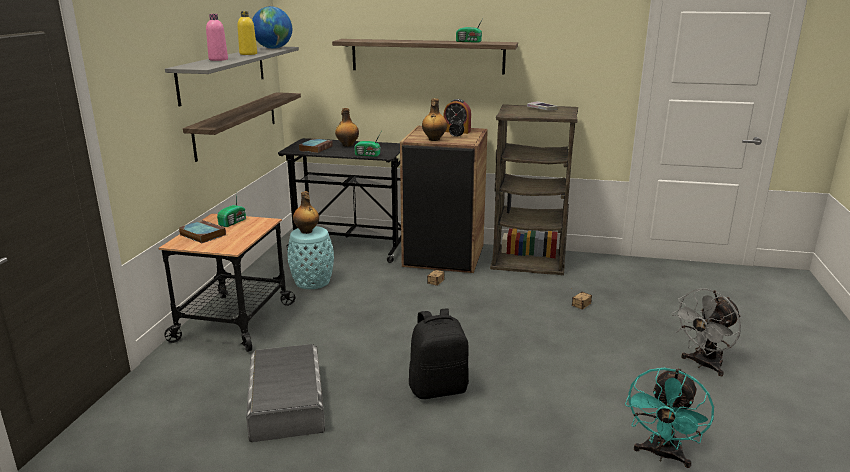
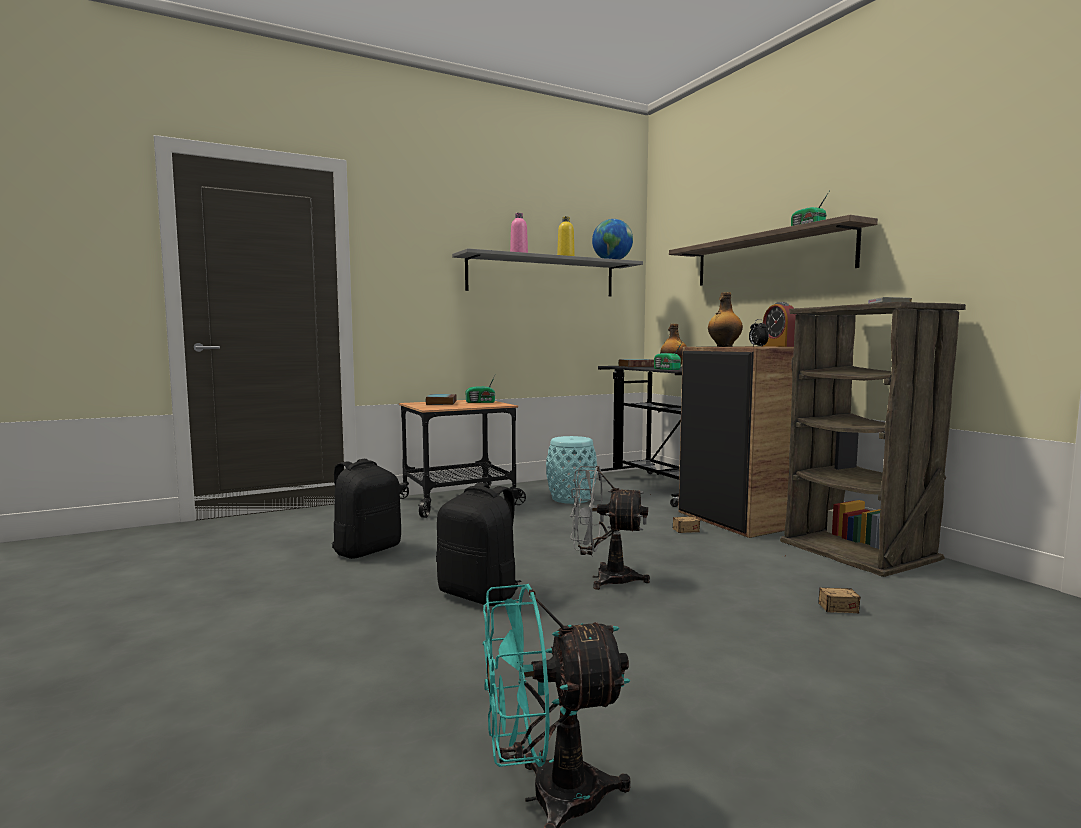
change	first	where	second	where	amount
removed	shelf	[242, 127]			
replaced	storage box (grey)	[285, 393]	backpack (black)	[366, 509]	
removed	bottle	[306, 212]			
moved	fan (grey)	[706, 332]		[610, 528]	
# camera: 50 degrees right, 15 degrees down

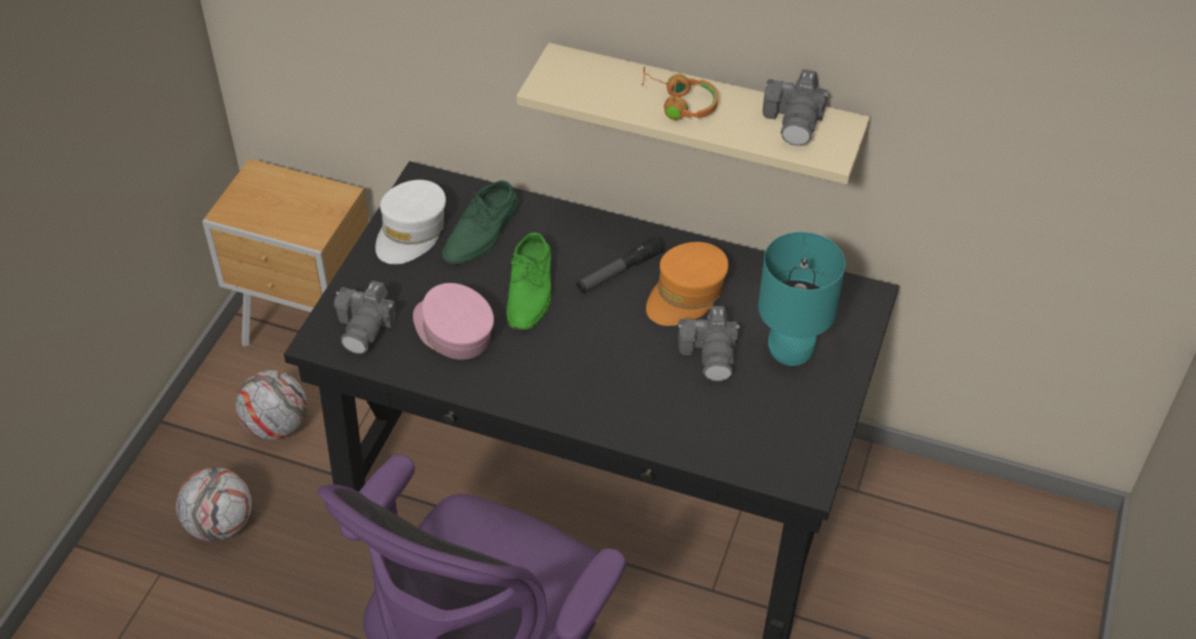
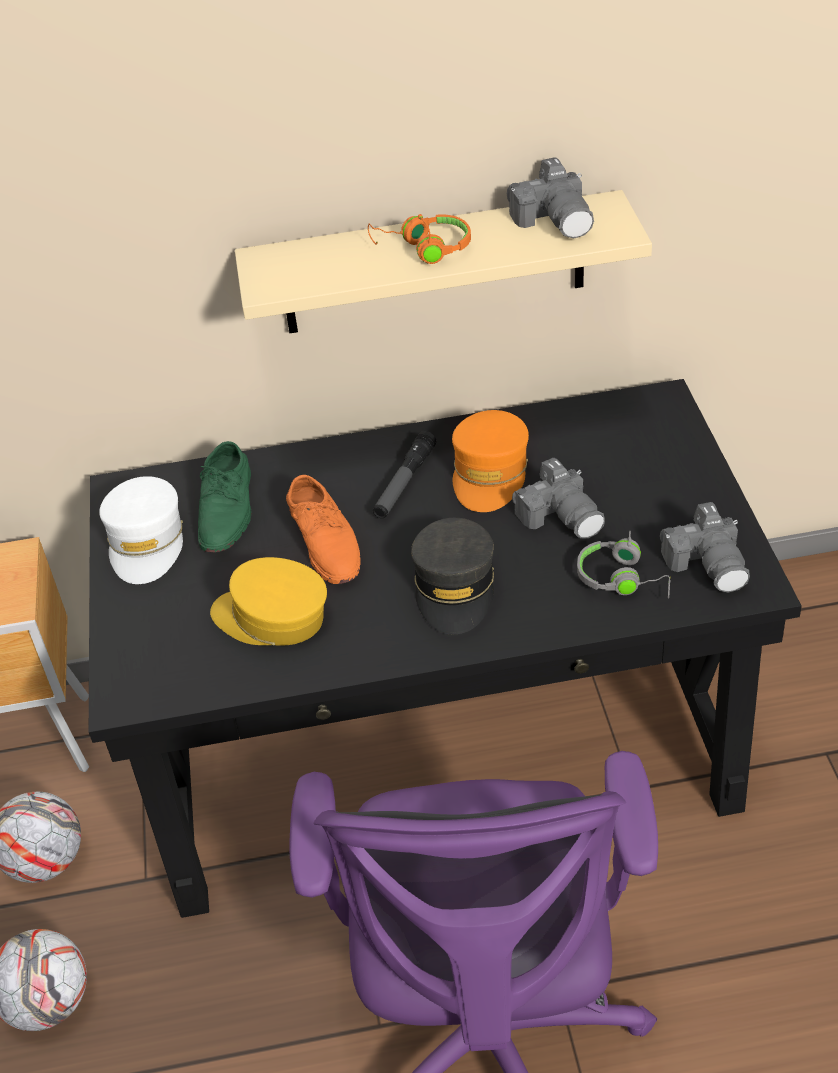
change	first	where	second	where	amount
moved	photo camera	[365, 317]		[705, 547]	
recoloured	cap (pink)	[453, 321]	cap (yellow)	[268, 601]	
recoloured	shoe (green)	[529, 281]	shoe (orange)	[323, 529]	
removed	table lamp (turquoise)	[801, 299]			
added			cap (grey)	[452, 576]	
added			headphones (grey)	[623, 565]	
# camera: 25 degrees left, 5 degrees down

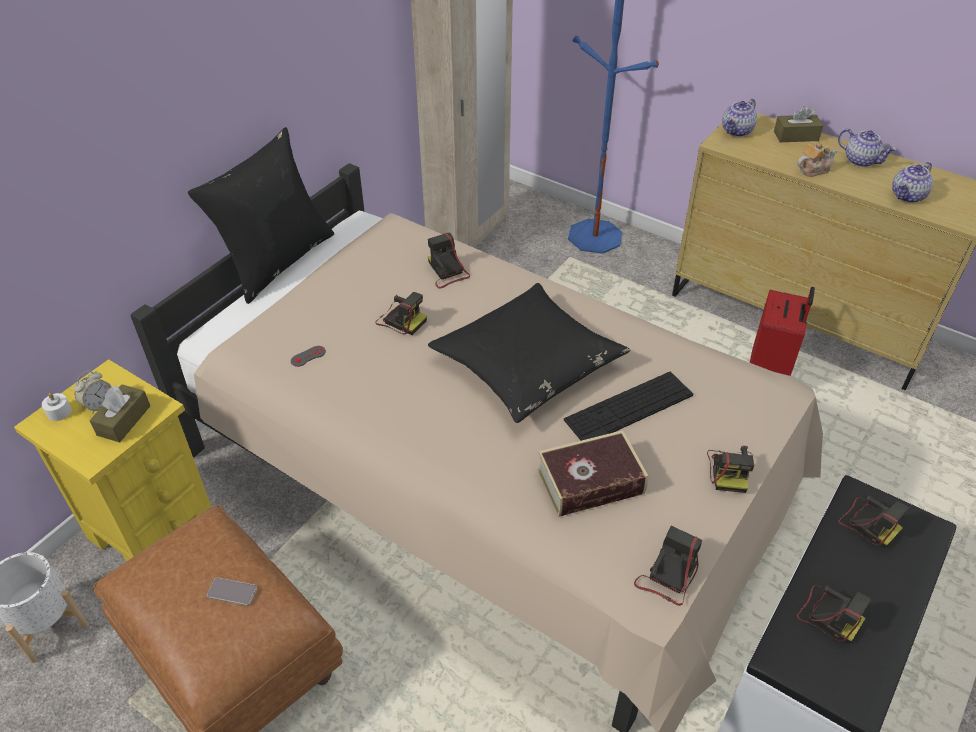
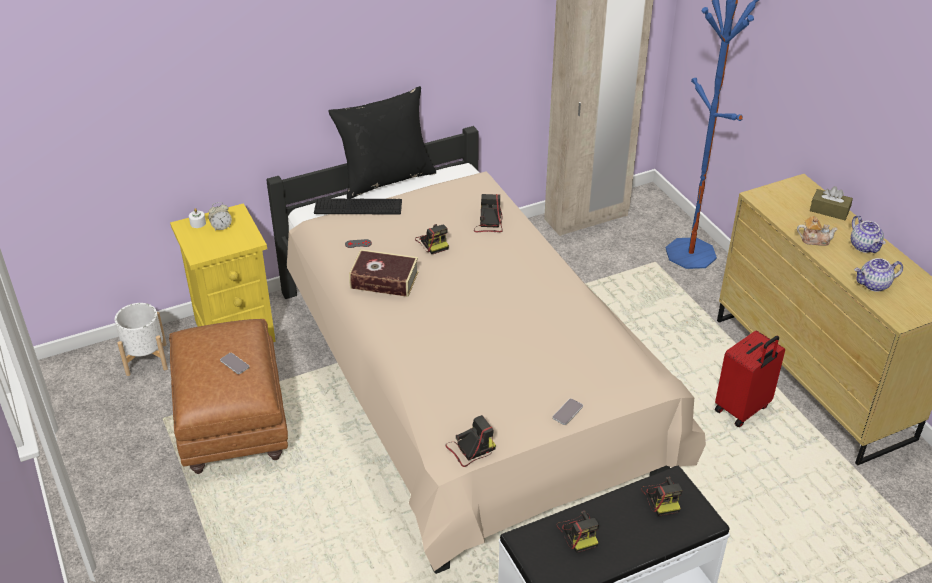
change	first	where	second	where	amount
removed	tissue box (brown)	[119, 413]			
removed	pillow (black)	[529, 353]			
moved	book	[592, 473]		[384, 273]	
moved	keyboard	[628, 406]		[358, 206]	
replaced	photo camera	[730, 469]	phone	[567, 412]	
removed	teapot	[739, 118]			
# camera: 30 degrees right, 5 degrees down

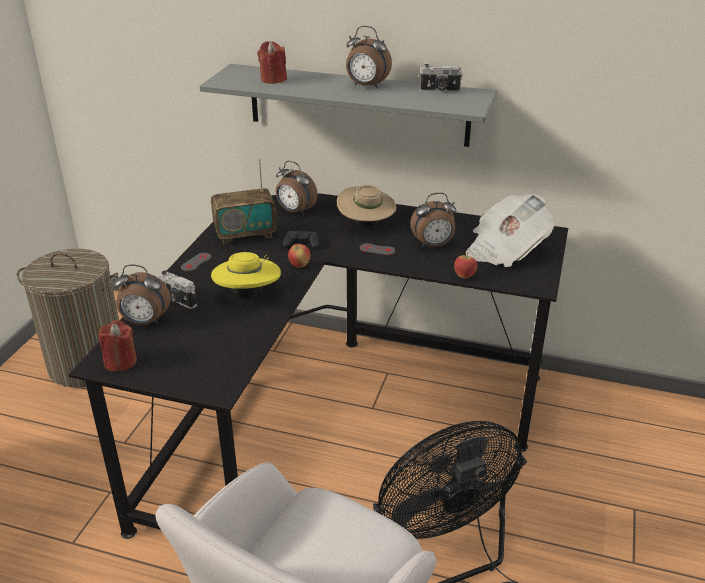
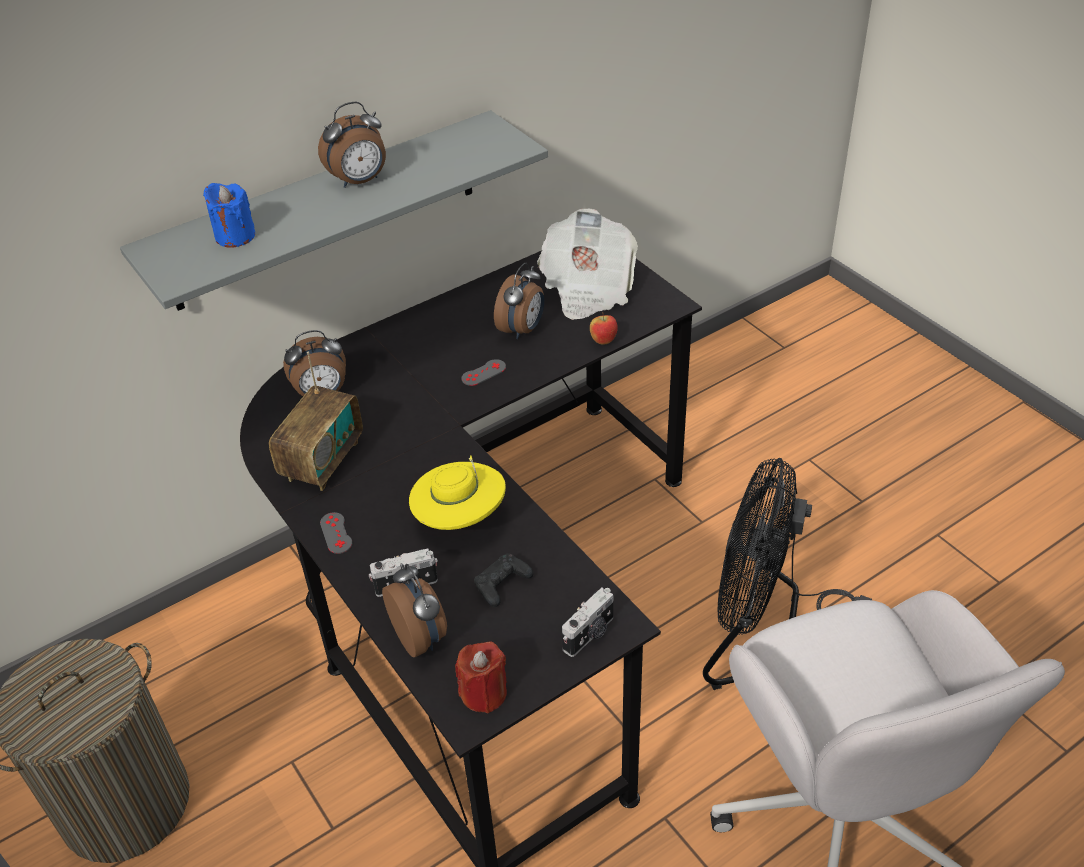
change	first	where	second	where	amount
turned	alarm clock	[141, 295]		[414, 610]	75 degrees counterclockwise
recoloured	candle (red)	[272, 62]	candle (blue)	[229, 215]	
moved	game controller (black)	[301, 240]		[504, 580]	
removed	apple	[299, 255]			
removed	hat (beige)	[367, 206]			
moved	photo camera	[441, 78]		[587, 622]	
# camera: 50 degrees left, 10 degrees up

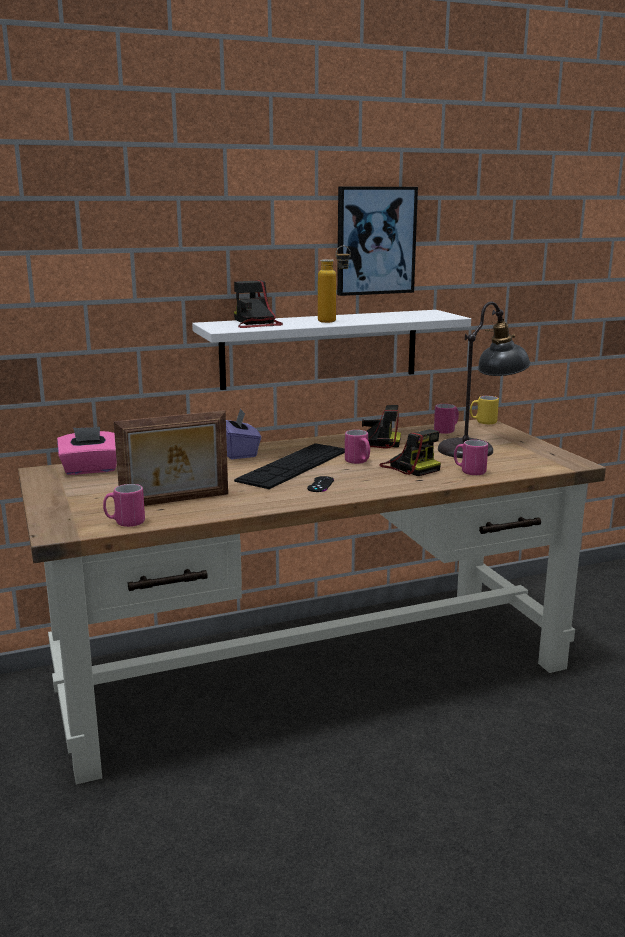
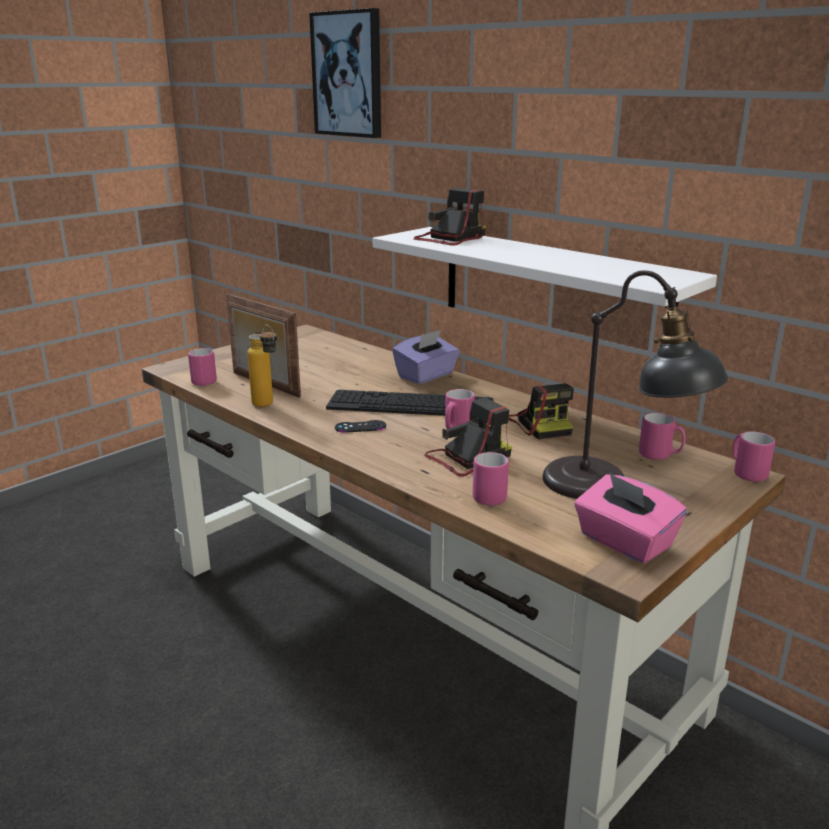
change	first	where	second	where	amount
moved	tissue box (pink)	[87, 451]		[630, 518]	
moved	bottle	[334, 284]		[262, 366]	
moved	picture	[377, 241]		[345, 73]	
turned	photo camera	[410, 452]		[468, 437]	150 degrees counterclockwise
recoloured	mug (yellow)	[484, 410]	mug (pink)	[754, 456]	
# camera: 65 degrees right, 5 degrees up

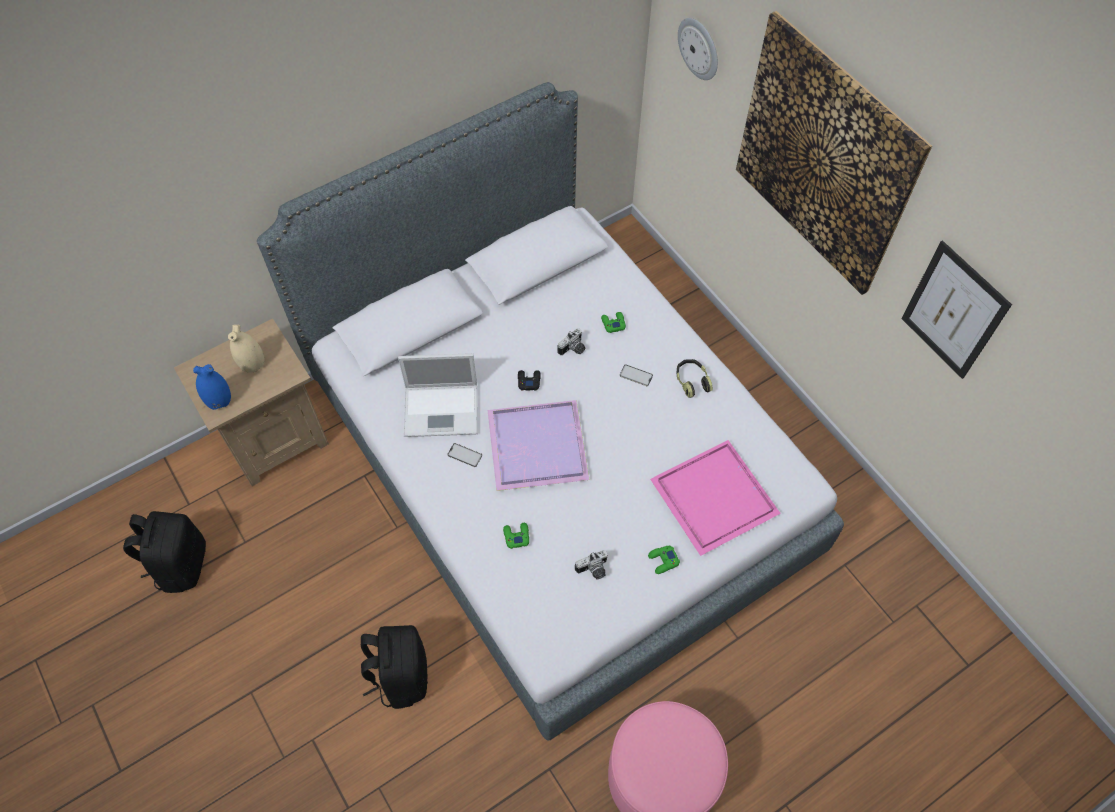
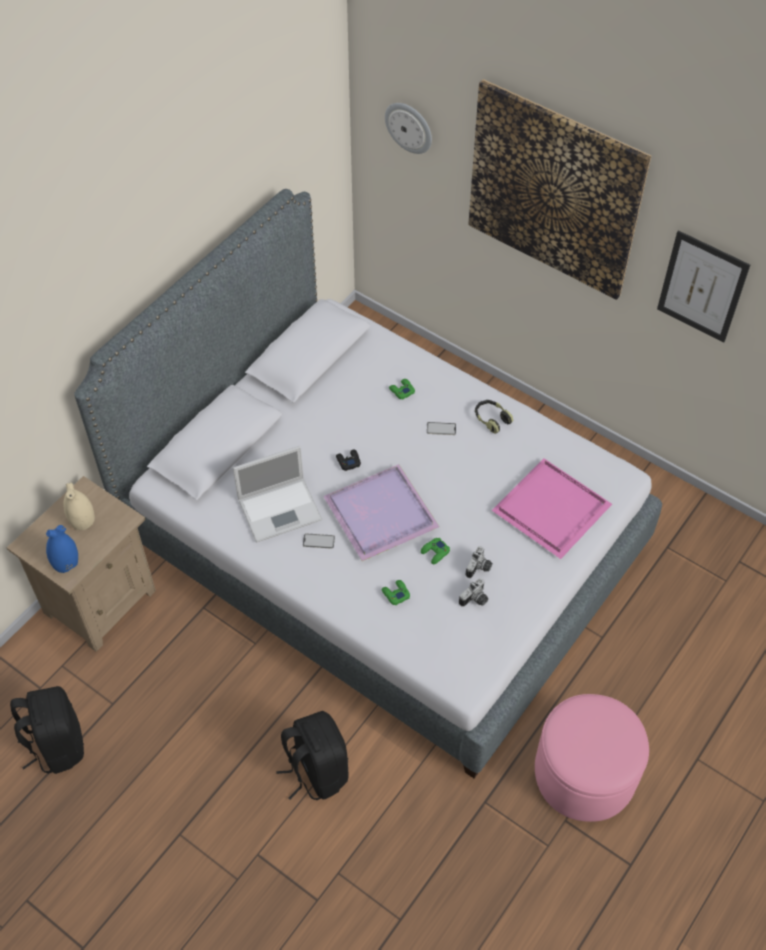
change	first	where	second	where	amount
moved	photo camera	[571, 341]		[479, 562]	
moved	game controller (green)	[664, 560]		[435, 551]	
# camera: 20 degrees left, 5 degrees down

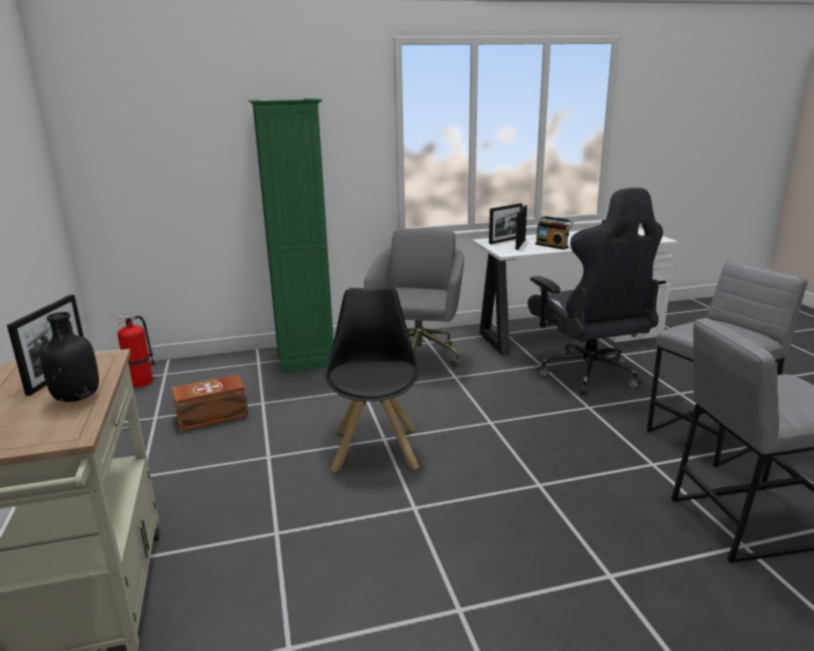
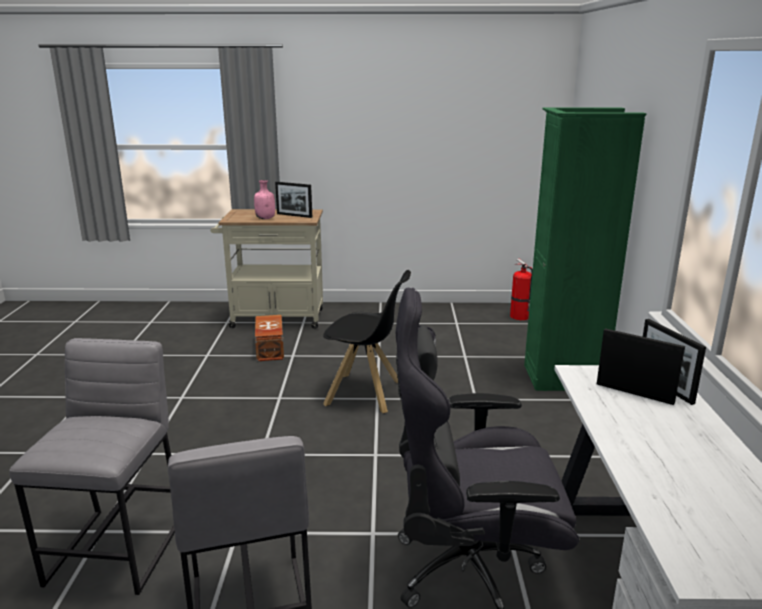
change	first	where	second	where	amount
recoloured	bottle (black)	[69, 357]	bottle (pink)	[264, 199]	
moved	storage box (brown)	[210, 402]		[269, 338]	
removed	office chair (grey)	[414, 298]			
removed	radio	[554, 233]			
# camera: 105 degrees right, 0 degrees up

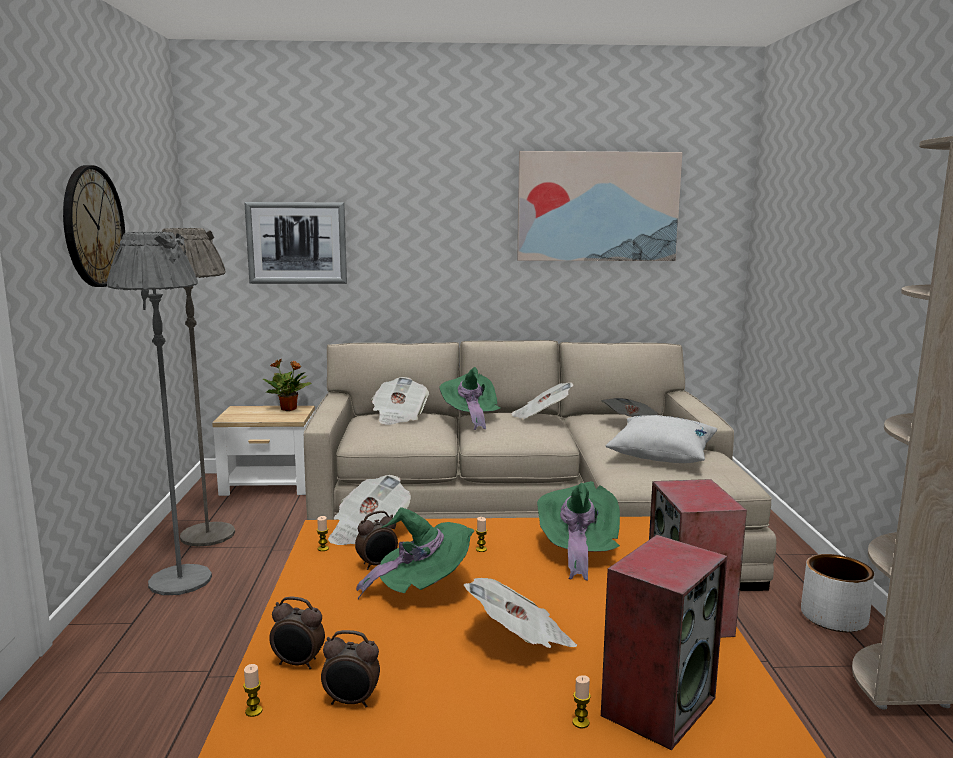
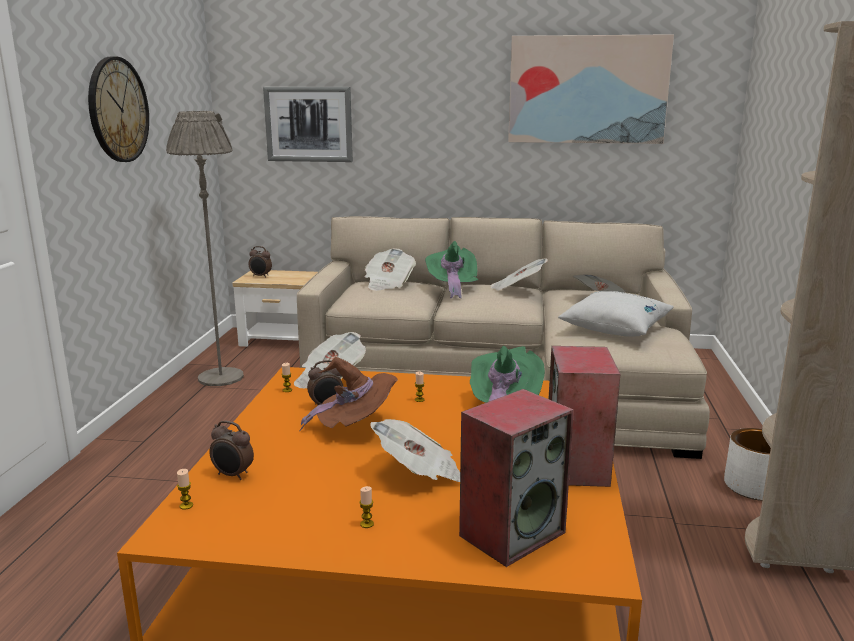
change	first	where	second	where	amount
removed	floor lamp (grey)	[159, 413]			
removed	potted plant	[287, 385]			
moved	alarm clock	[350, 669]		[260, 262]	
recoloured	hat (green)	[415, 553]	hat (brown)	[348, 394]	
moved	candle	[581, 701]		[366, 507]	
# camera: 10 degrees right, 5 degrees up

